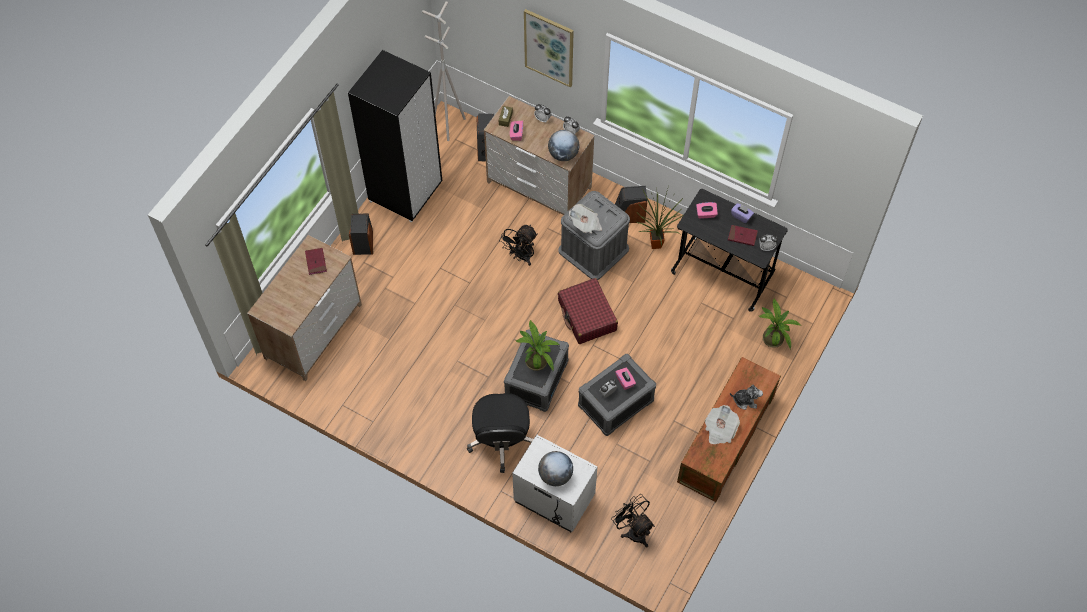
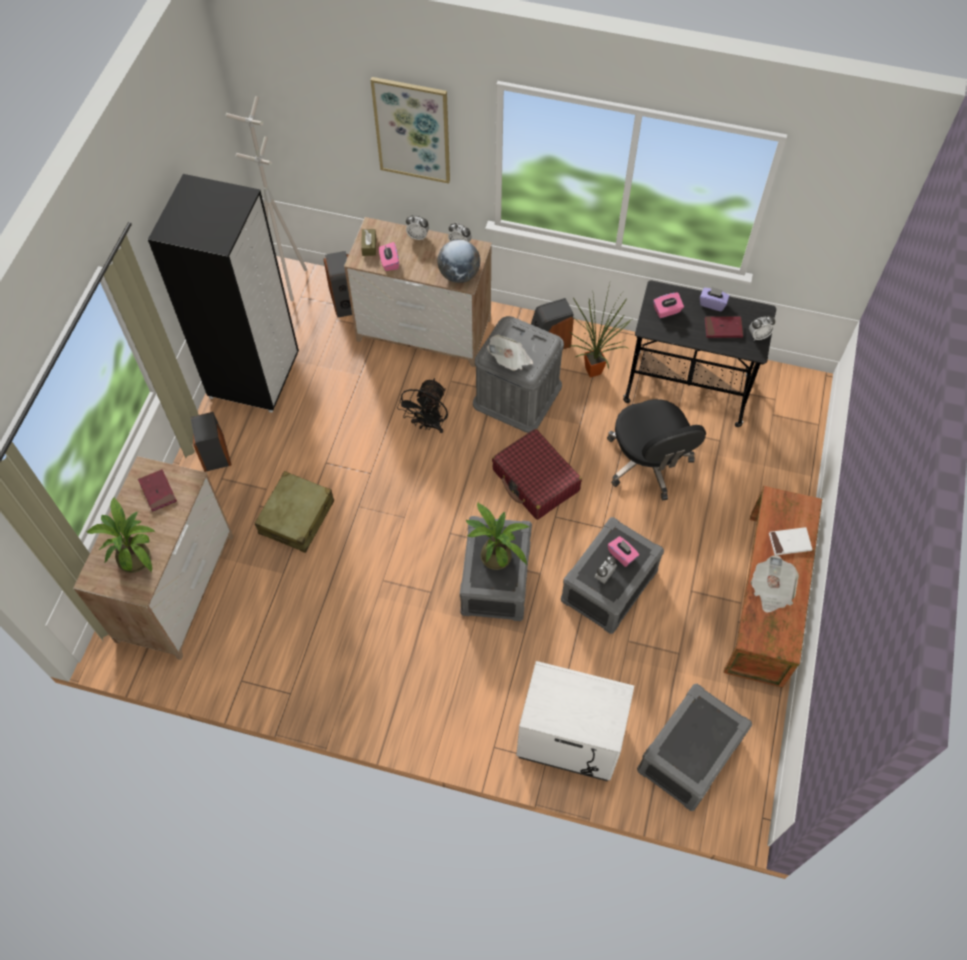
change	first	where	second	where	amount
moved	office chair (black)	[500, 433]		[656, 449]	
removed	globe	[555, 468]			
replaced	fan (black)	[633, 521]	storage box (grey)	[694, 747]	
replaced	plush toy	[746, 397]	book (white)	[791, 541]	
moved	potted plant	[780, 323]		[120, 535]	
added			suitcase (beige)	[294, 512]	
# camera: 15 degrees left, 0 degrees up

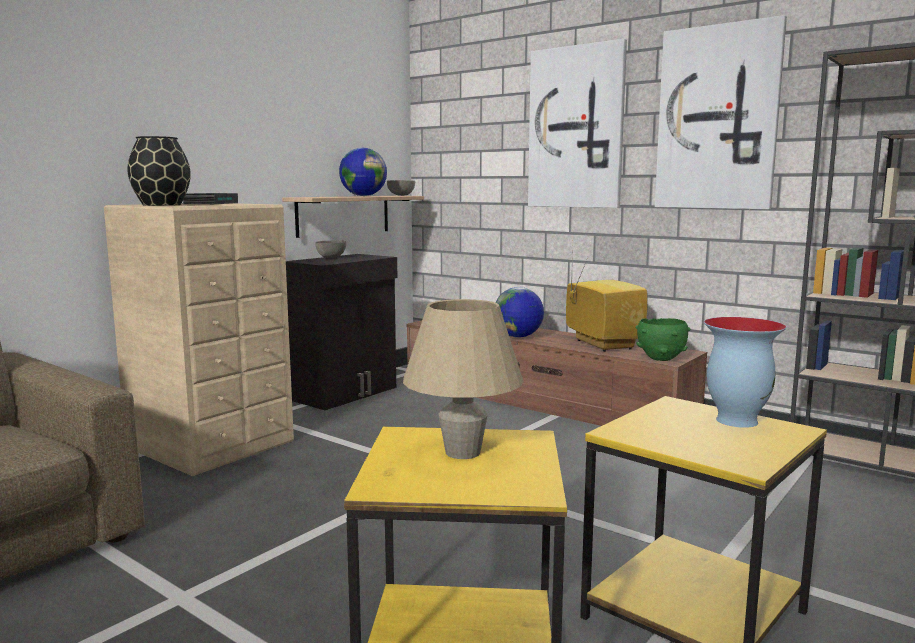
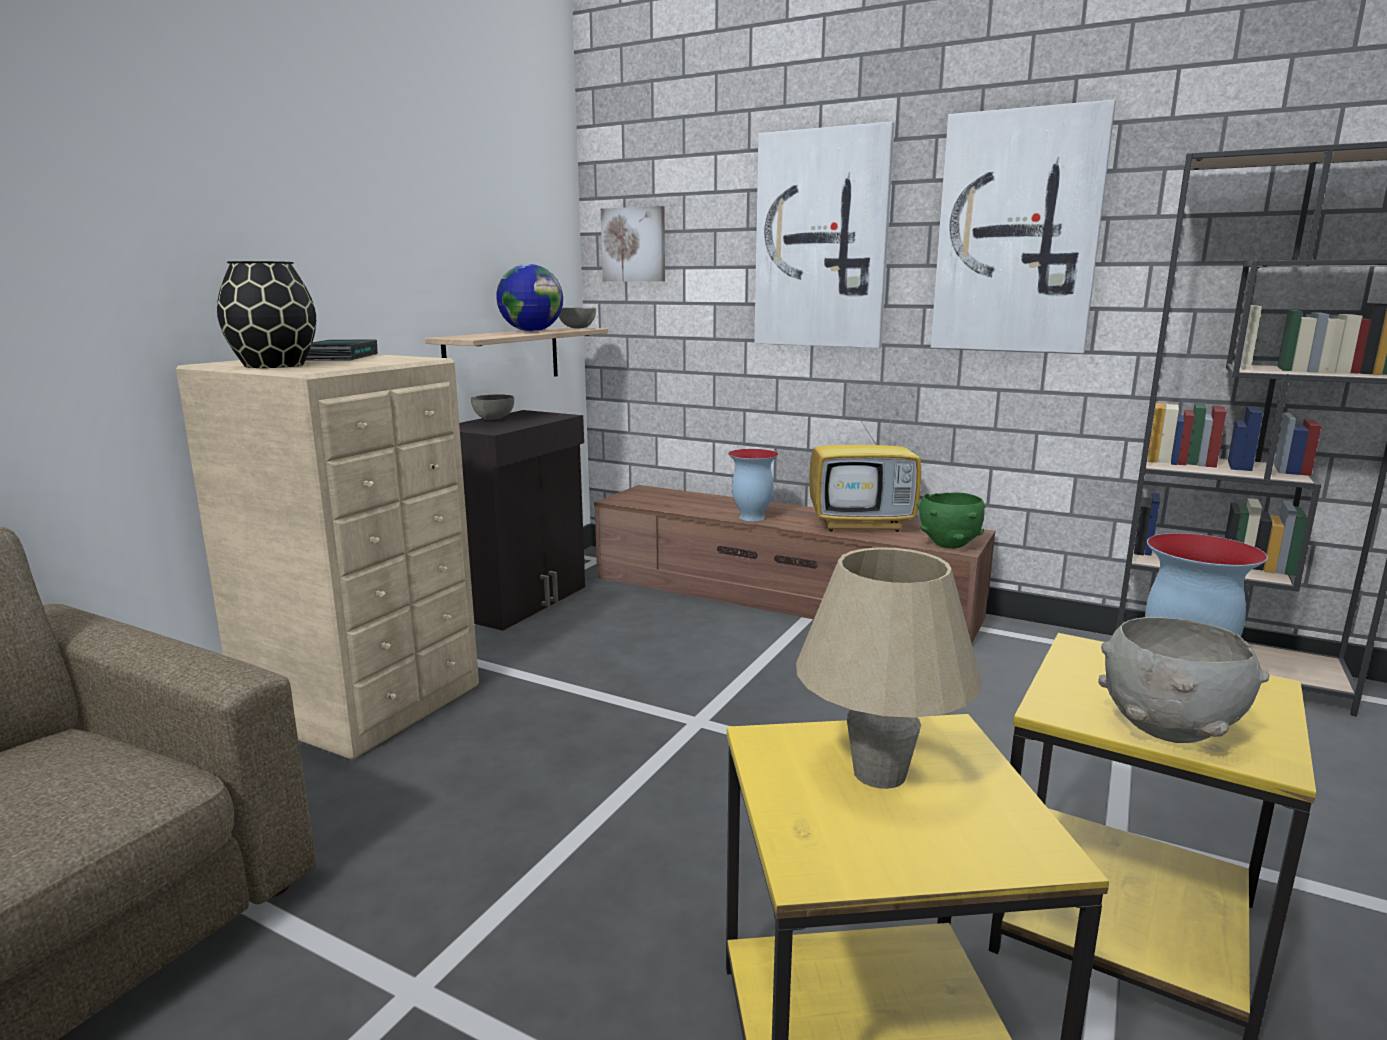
change	first	where	second	where	amount
replaced	globe	[519, 312]	vase	[753, 485]	
turned	television	[607, 300]		[865, 463]	120 degrees clockwise
added			picture	[633, 244]	
added			bowl (grey)	[1184, 680]	
# camera: 10 degrees left, 5 degrees up

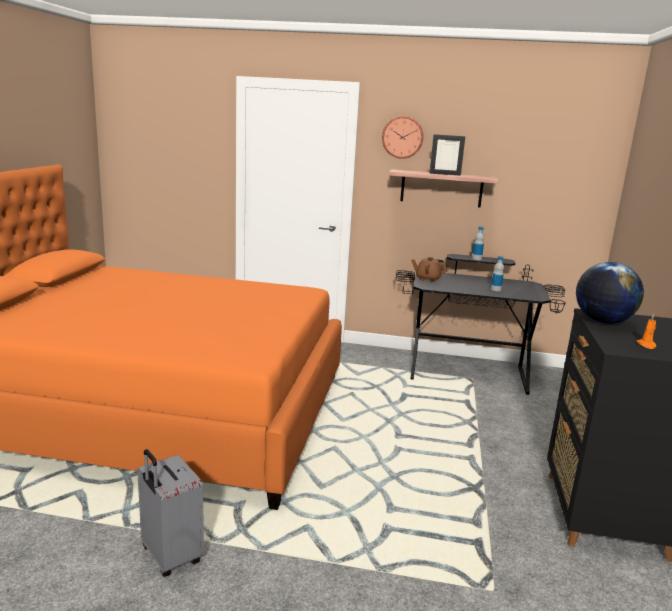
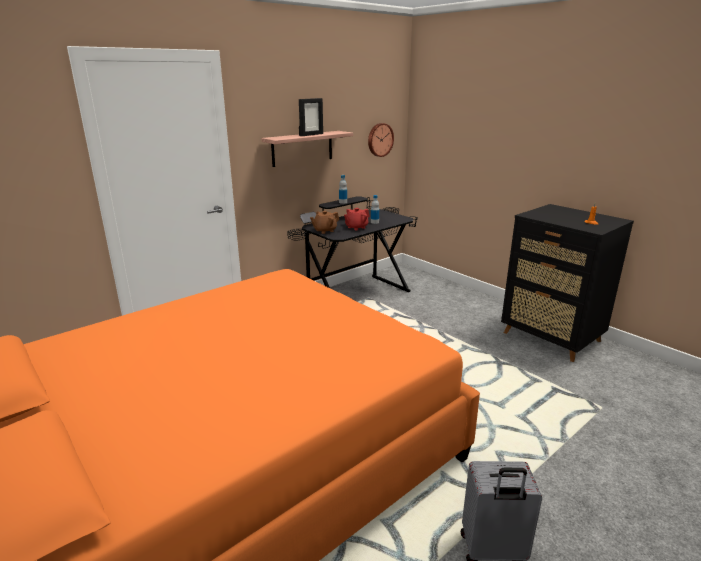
change	first	where	second	where	amount
moved	wall clock	[402, 137]		[381, 140]	
removed	globe	[610, 293]			
added			teapot (red)	[357, 219]	
# camera: 50 degrees left, 5 degrees up

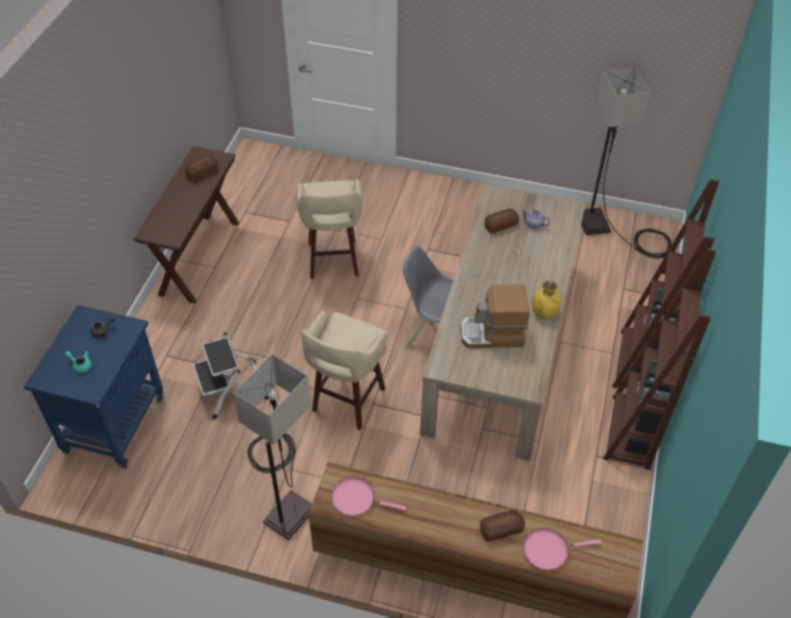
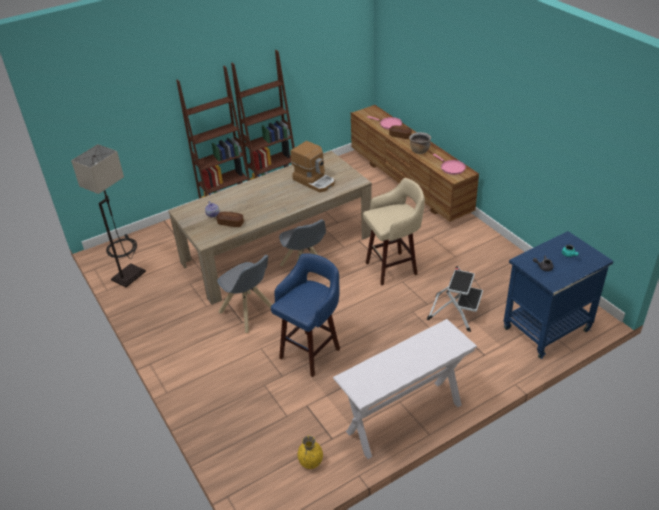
change	first	where	second	where	amount
recoloured	console table (brown)	[186, 225]	console table (white)	[405, 389]	
removed	bread	[201, 168]			
removed	floor lamp	[272, 447]			
recoloured	stool (beige)	[329, 229]	stool (blue)	[305, 315]	
moved	vase (yellow)	[547, 299]		[310, 452]	
added			chair (grey)	[245, 294]	
added			cooking pot (brown)	[420, 143]	
# camera: 135 degrees left, 10 degrees down

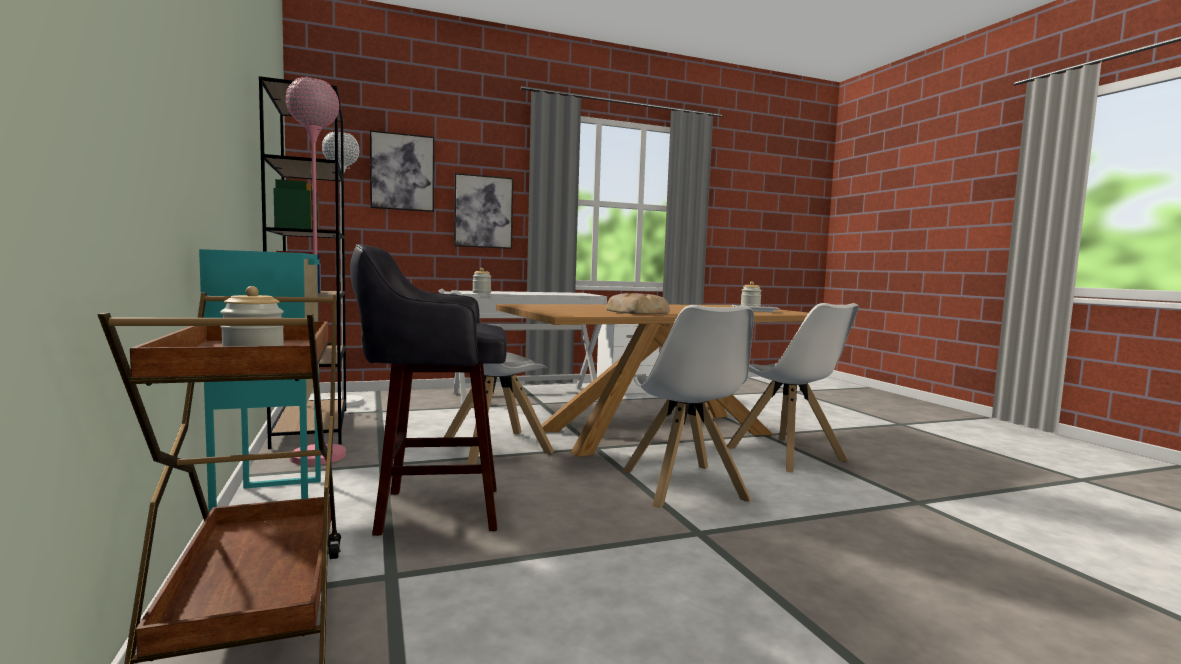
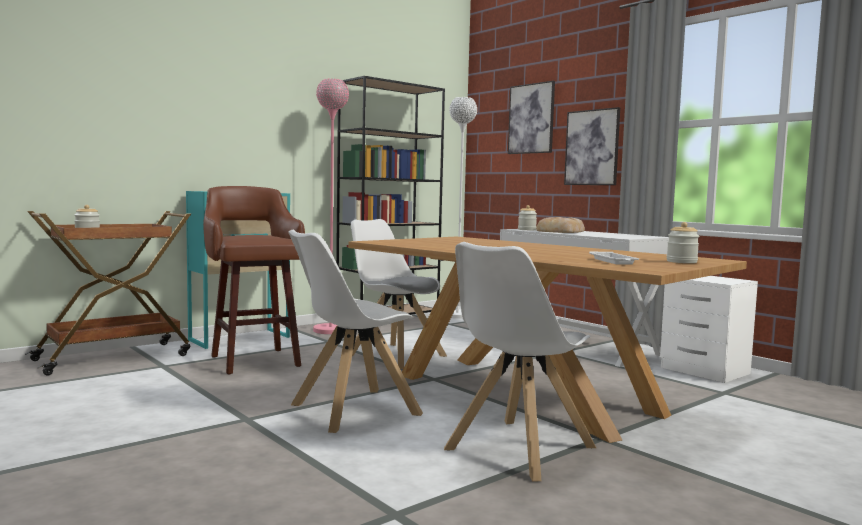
change	first	where	second	where	amount
recoloured	stool (grey)	[428, 390]	stool (brown)	[254, 280]	
moved	bread	[638, 303]		[560, 225]	
# camera: 70 degrees right, 0 degrees up

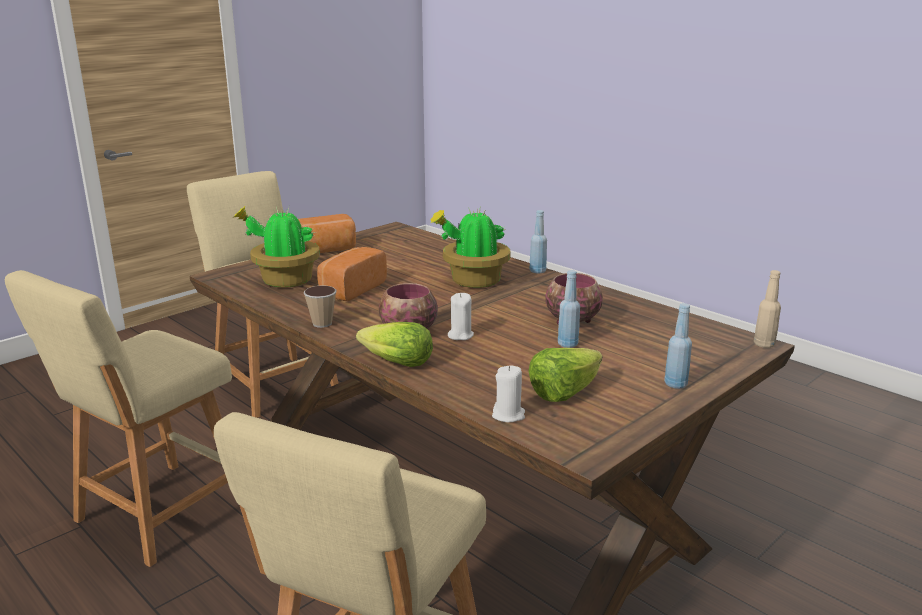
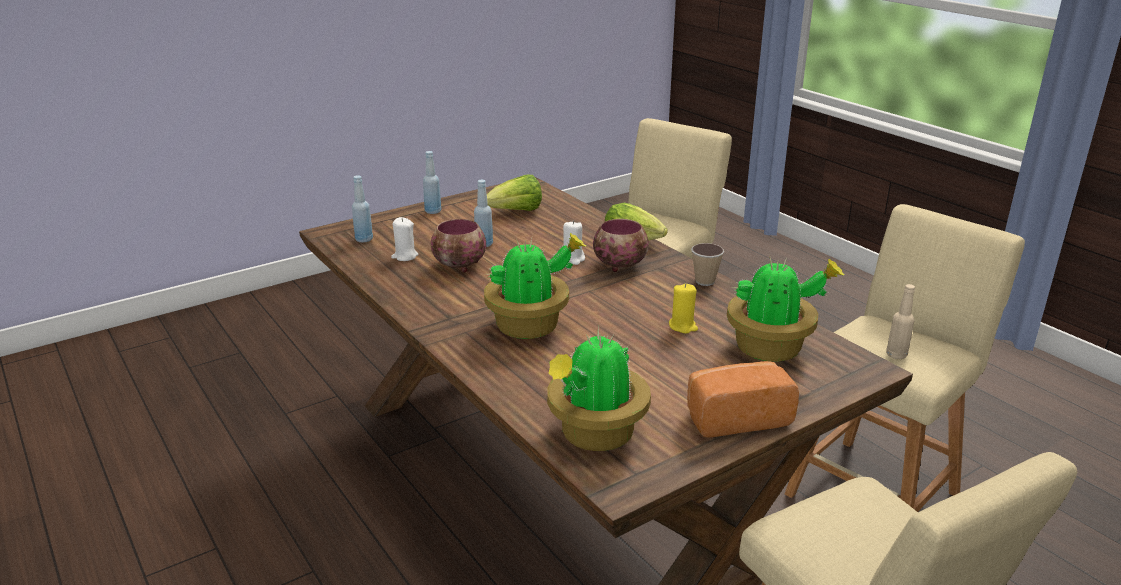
change	first	where	second	where	amount
replaced	bread	[352, 274]	candle (yellow)	[683, 308]	
moved	candle (white)	[508, 393]		[404, 239]	
moved	bottle (blue)	[538, 241]		[362, 208]	
moved	bottle (beige)	[767, 309]		[900, 321]	
added			potted plant	[599, 389]	
# camera: 170 degrees left, 5 degrees up

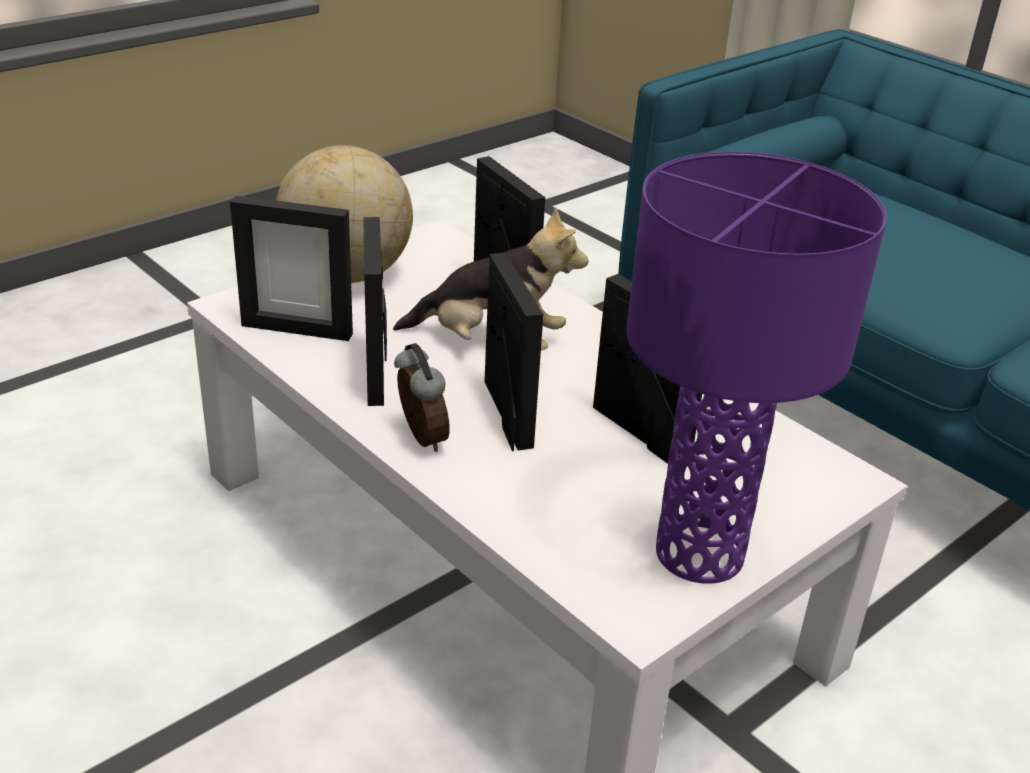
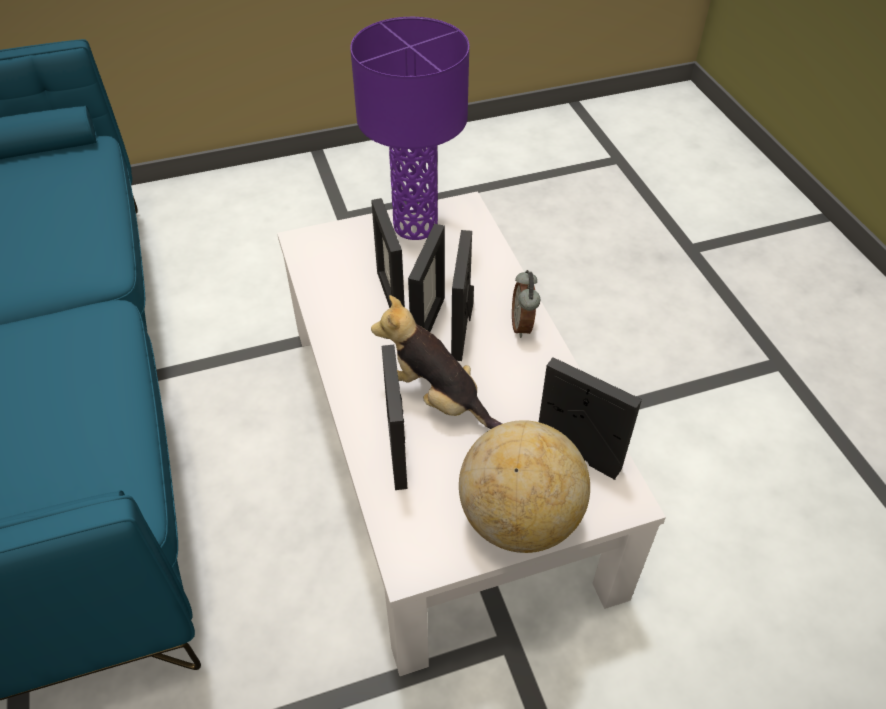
change	first	where	second	where	amount
moved	picture frame	[375, 311]		[426, 278]	
# camera: 155 degrees left, 15 degrees up

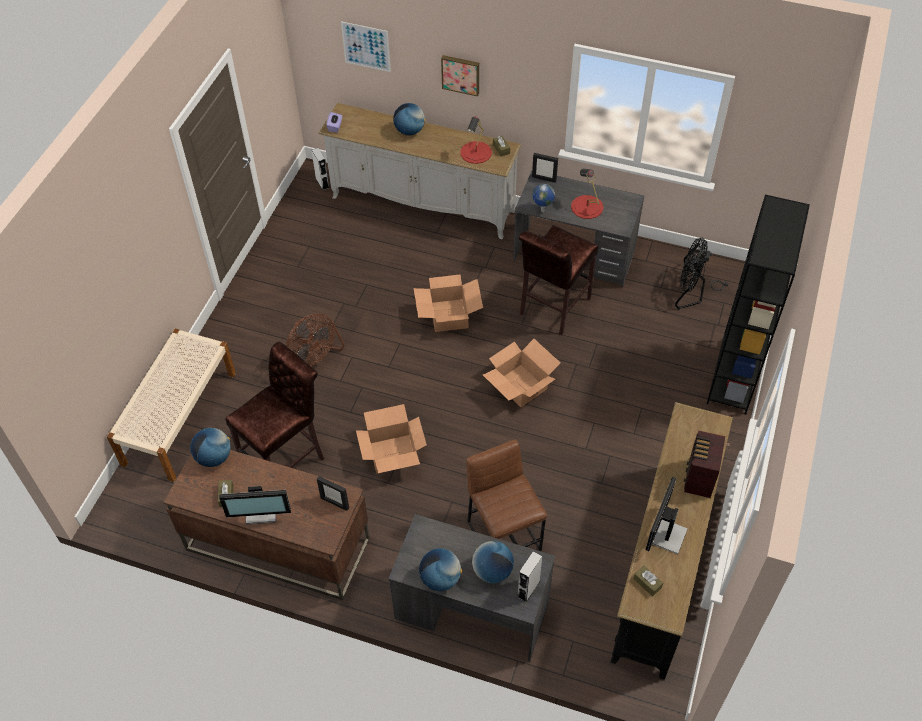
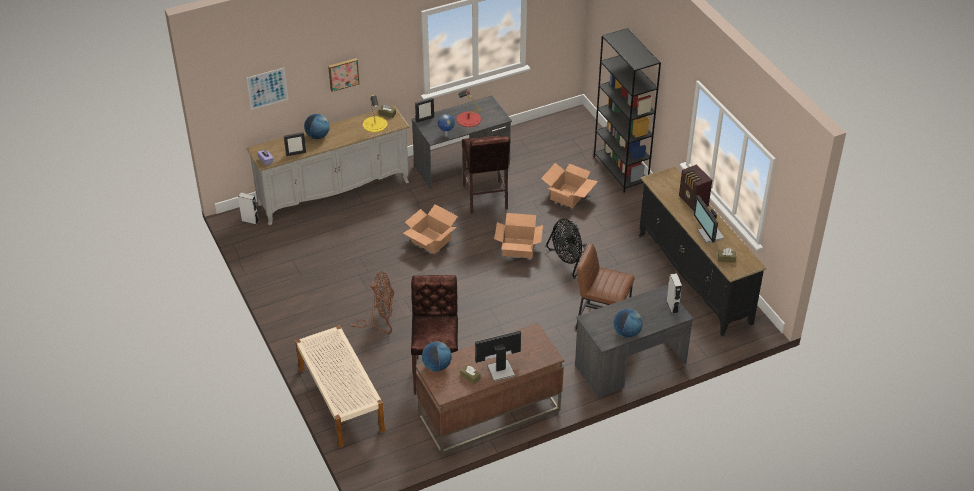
change	first	where	second	where	amount
turned	monitor	[255, 505]		[498, 356]	150 degrees counterclockwise
moved	picture frame	[333, 493]		[295, 144]	
moved	cardboard box	[391, 438]		[569, 185]	
recoloured	table lamp (red)	[476, 140]	table lamp (yellow)	[375, 113]	
removed	globe	[493, 562]			
moved	fan (black)	[702, 274]		[566, 249]	
# camera: 45 degrees left, 10 degrees down

